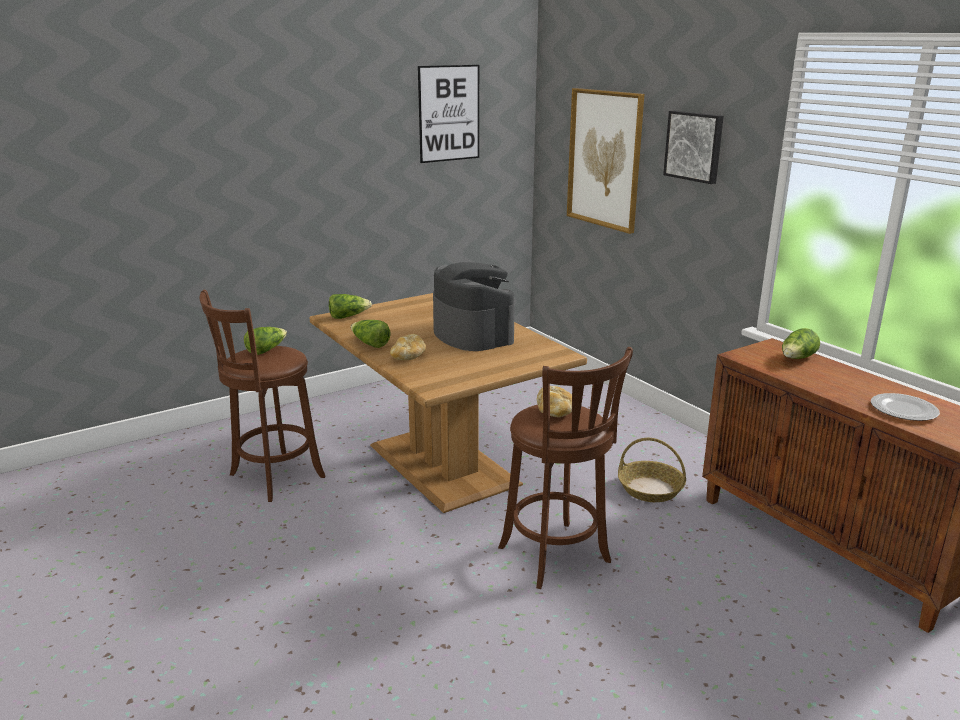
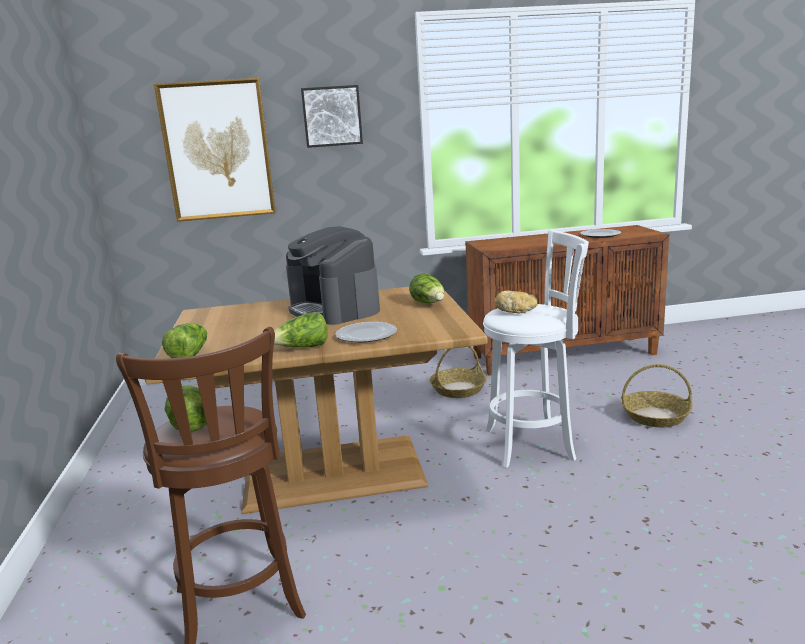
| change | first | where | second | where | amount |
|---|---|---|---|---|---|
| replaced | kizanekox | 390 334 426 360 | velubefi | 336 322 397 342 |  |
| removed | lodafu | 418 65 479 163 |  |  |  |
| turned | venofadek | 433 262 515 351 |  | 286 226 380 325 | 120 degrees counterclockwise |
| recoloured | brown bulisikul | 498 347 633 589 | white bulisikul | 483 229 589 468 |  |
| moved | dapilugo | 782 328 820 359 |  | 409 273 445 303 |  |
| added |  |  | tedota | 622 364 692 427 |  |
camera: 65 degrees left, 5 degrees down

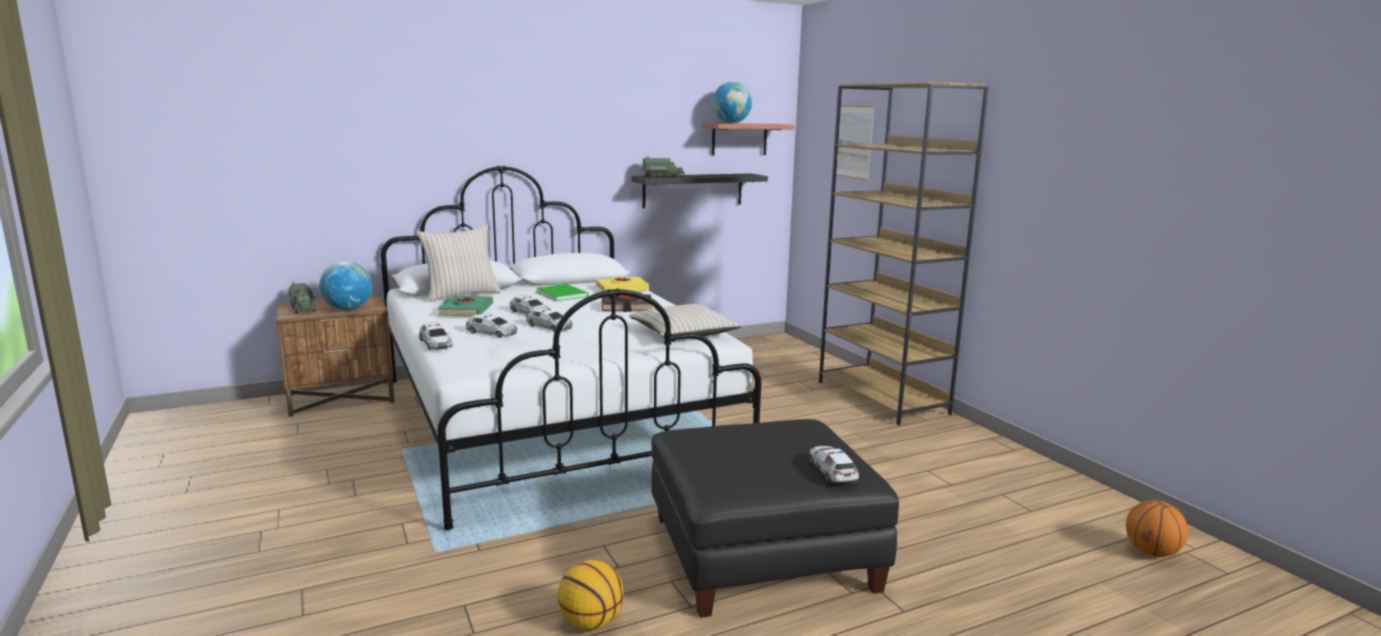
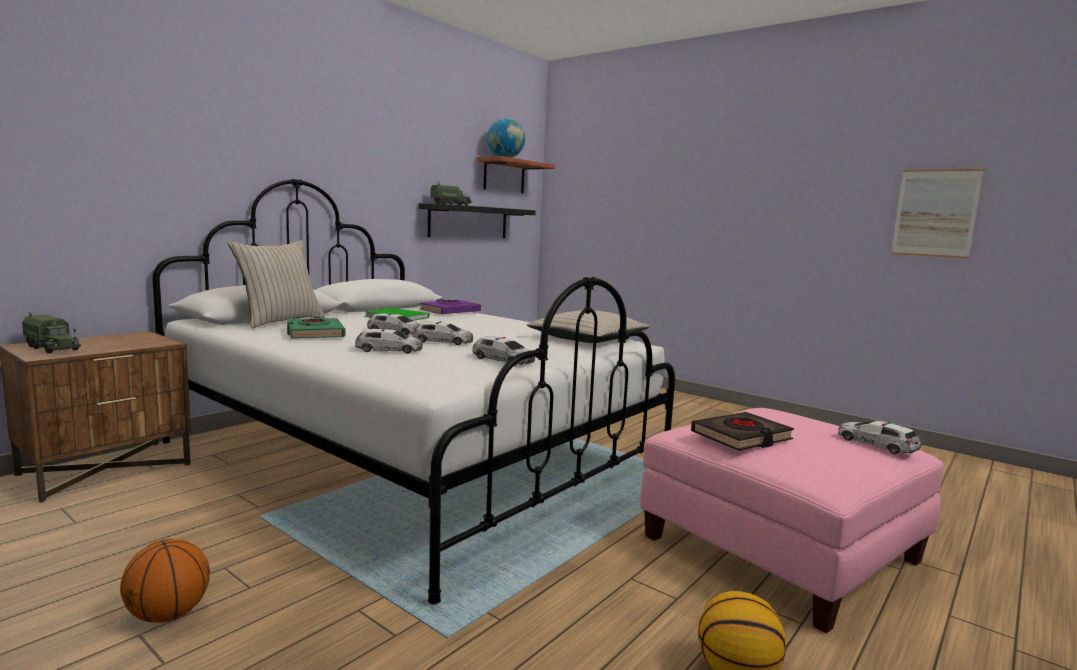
| change | first | where | second | where | amount |
|---|---|---|---|---|---|
| removed | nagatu | 319 261 372 310 |  |  |  |
| moved | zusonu | 419 322 453 350 |  | 472 336 535 365 |  |
| recoloured | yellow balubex | 596 276 649 292 | purple balubex | 420 299 481 314 |  |
| moved | black balubex | 602 295 652 312 |  | 691 412 794 451 |  |
| recoloured | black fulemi | 651 419 899 618 | pink fulemi | 640 408 944 634 |  |
| removed | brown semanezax | 819 82 989 425 |  |  |  |
| moved | lodafu | 836 105 875 180 |  | 891 169 984 259 |  |
| moved | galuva | 1126 500 1188 557 |  | 120 539 210 623 |  |
camera: 25 degrees left, 5 degrees down

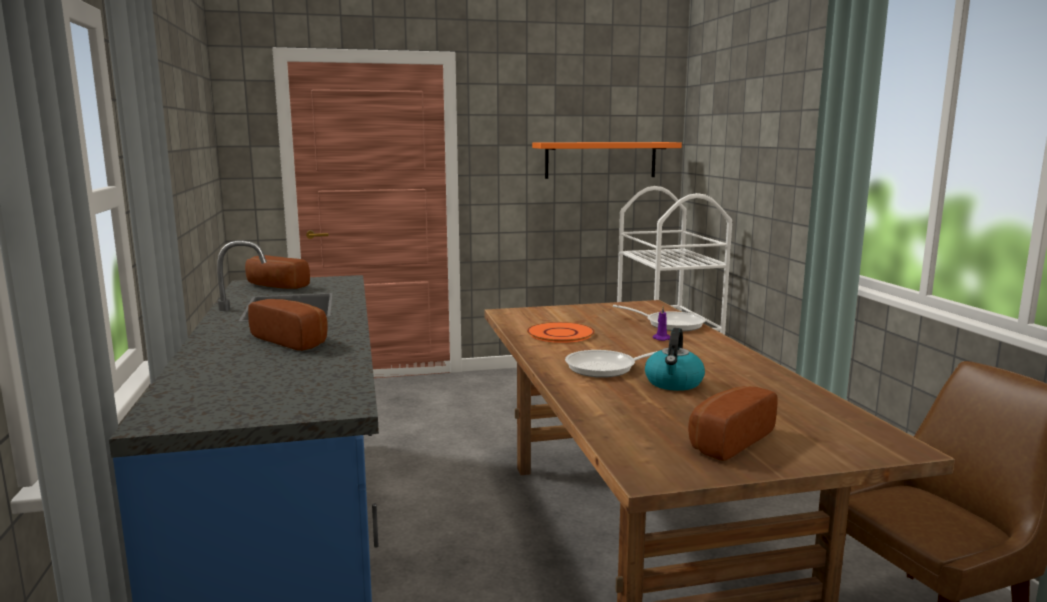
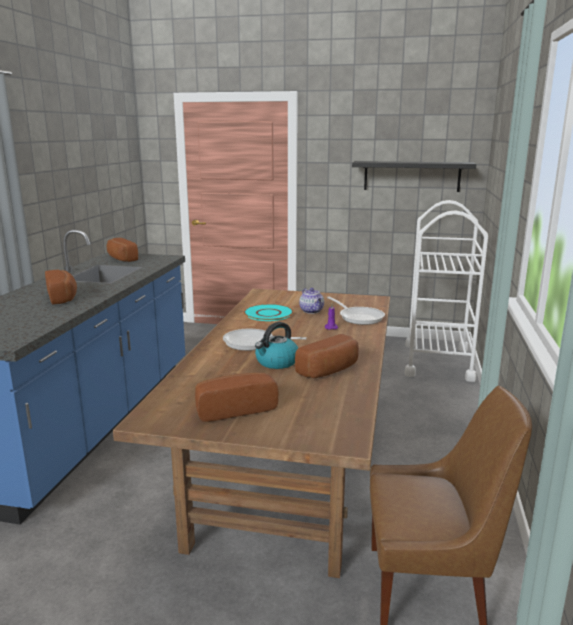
| change | first | where | second | where | amount |
|---|---|---|---|---|---|
| recoloured | orange velubefi | 527 322 595 343 | turquoise velubefi | 244 304 294 321 |  |
| recoloured | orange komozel | 532 142 682 179 | black komozel | 352 161 476 192 |  |
| added |  |  | kizanekox | 295 334 359 378 |  |
| added |  |  | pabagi | 299 288 324 314 |  |
camera: 25 degrees right, 5 degrees up

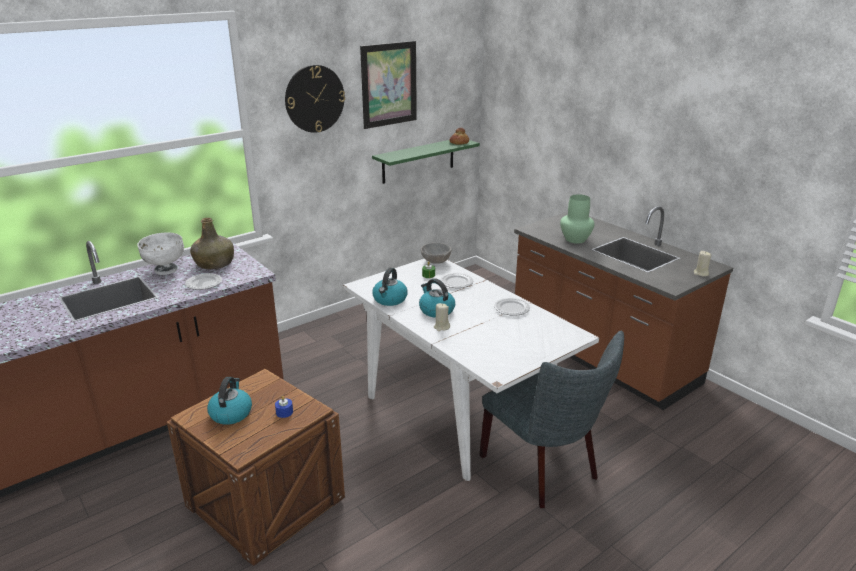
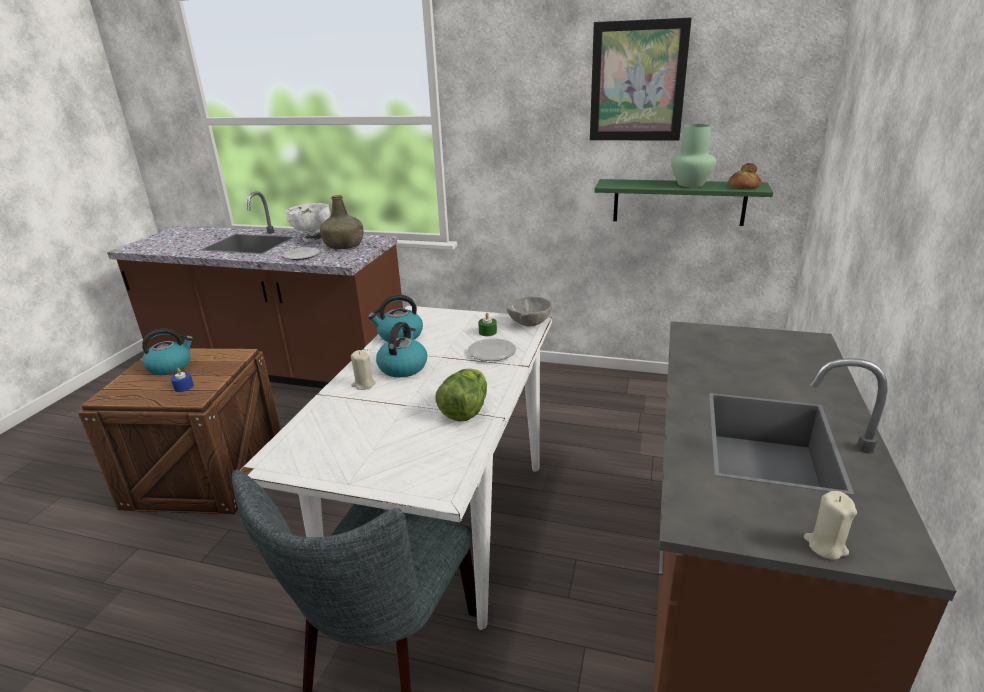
| change | first | where | second | where | amount |
|---|---|---|---|---|---|
| removed | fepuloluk | 285 65 345 133 |  |  |  |
| replaced | velubefi | 494 298 530 316 | dapilugo | 435 368 487 422 |  |
| moved | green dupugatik | 560 194 595 244 |  | 671 124 716 187 |  |
camera: 55 degrees right, 0 degrees up

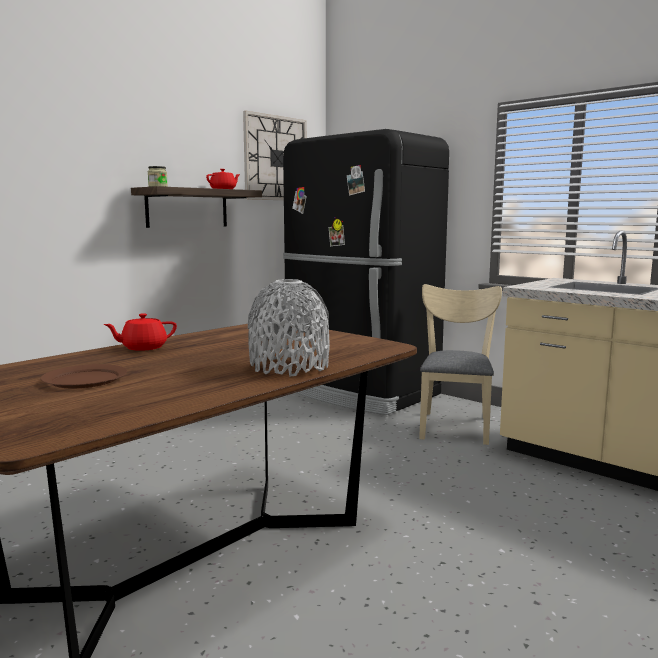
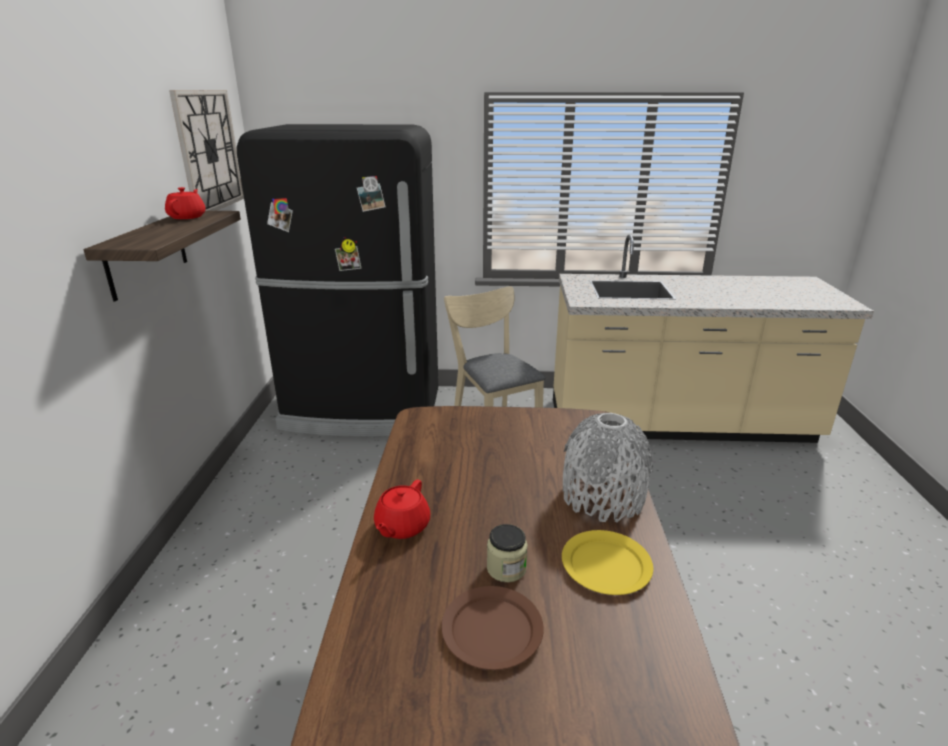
| change | first | where | second | where | amount |
|---|---|---|---|---|---|
| moved | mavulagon | 148 166 168 187 |  | 487 524 527 582 |  |
| added |  |  | yellow velubefi | 562 530 653 595 |  |
camera: 40 degrees left, 15 degrees up

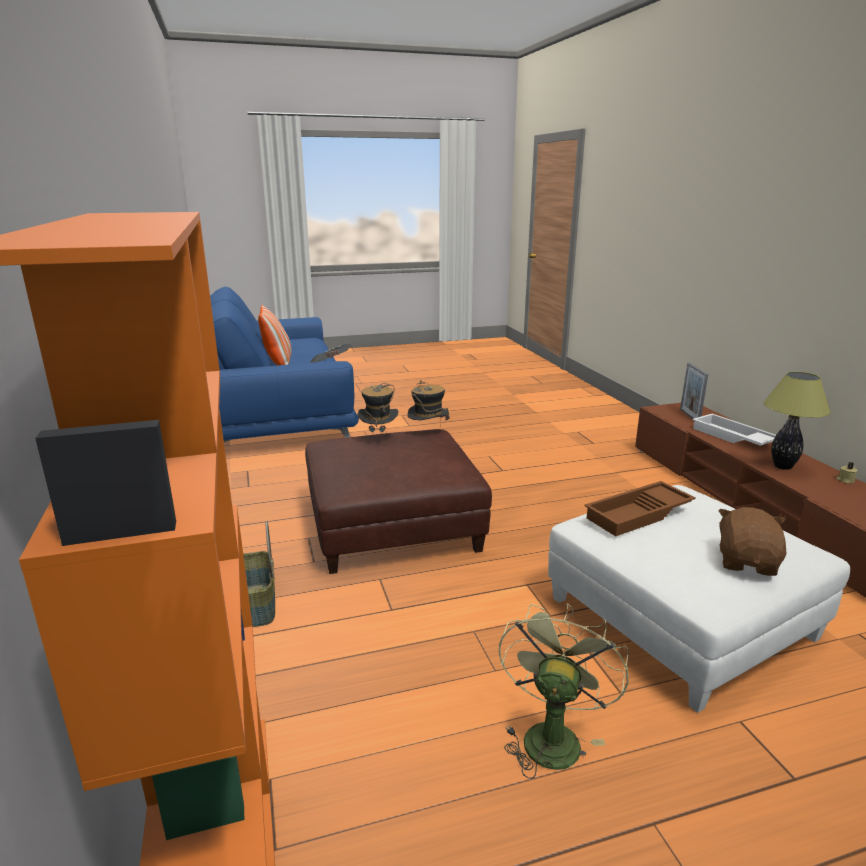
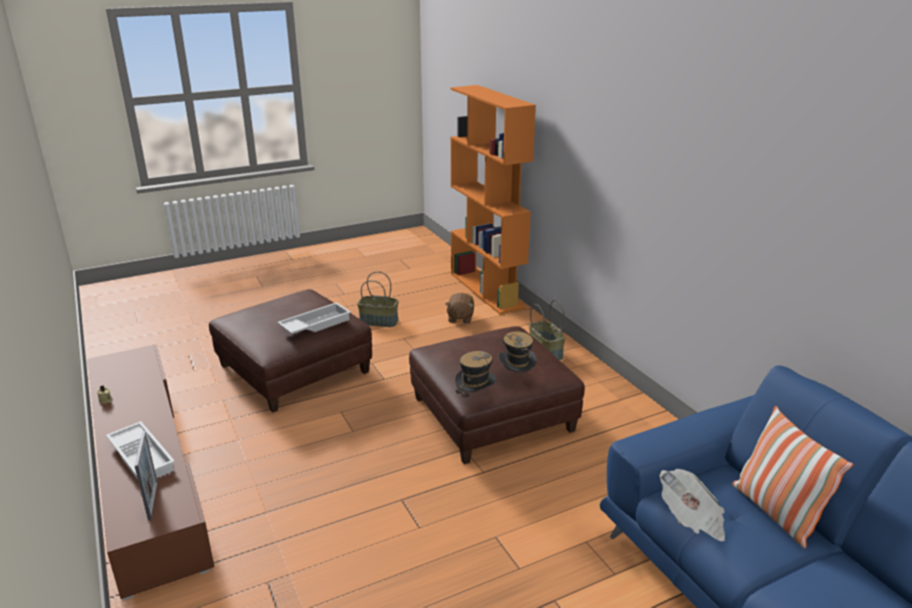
| change | first | where | second | where | amount |
|---|---|---|---|---|---|
| replaced | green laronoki | 499 603 629 779 | tedota | 357 271 398 327 |  |
| recoloured | white fulemi | 548 485 850 713 | brown fulemi | 209 289 372 412 |  |
| recoloured | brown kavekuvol | 584 481 696 536 | white kavekuvol | 277 302 351 334 |  |
| moved | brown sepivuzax | 718 507 787 576 |  | 445 293 474 324 |  |
| removed | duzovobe | 763 372 831 470 |  |  |  |
camera: 170 degrees right, 5 degrees up

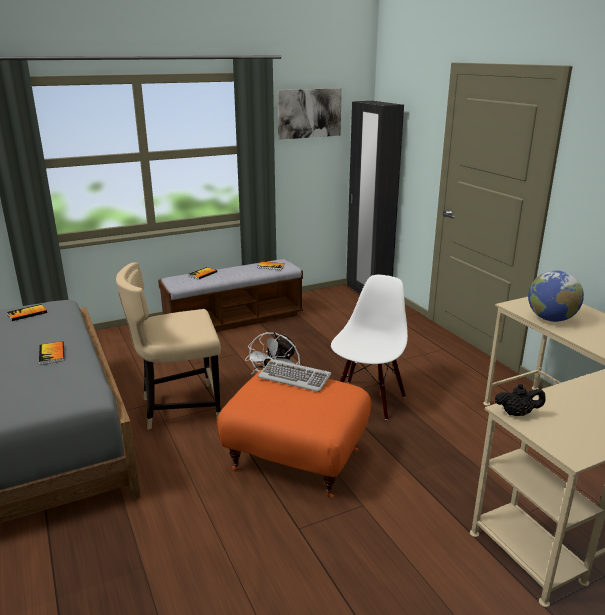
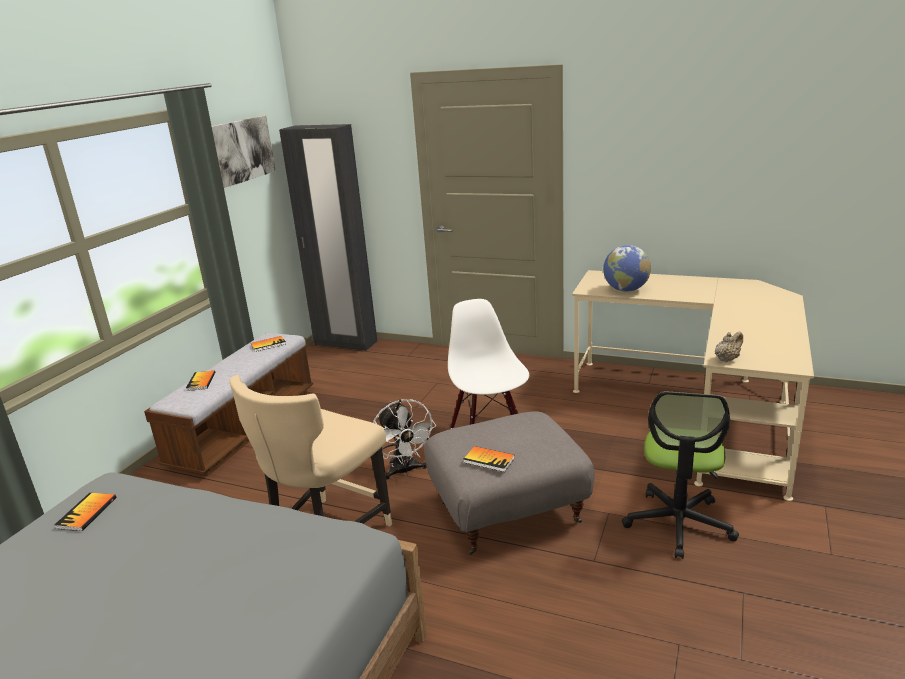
| change | first | where | second | where | amount |
|---|---|---|---|---|---|
| moved | balubex | 39 341 64 365 |  | 463 446 515 472 |  |
| recoloured | orange fulemi | 217 370 371 498 | grey fulemi | 424 411 595 555 |  |
| removed | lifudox | 258 359 331 392 |  |  |  |
| recoloured | black pabagi | 495 384 546 416 | beige pabagi | 715 331 743 362 |  |
| added |  |  | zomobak | 622 392 739 559 |  |
camera: 40 degrees left, 0 degrees up

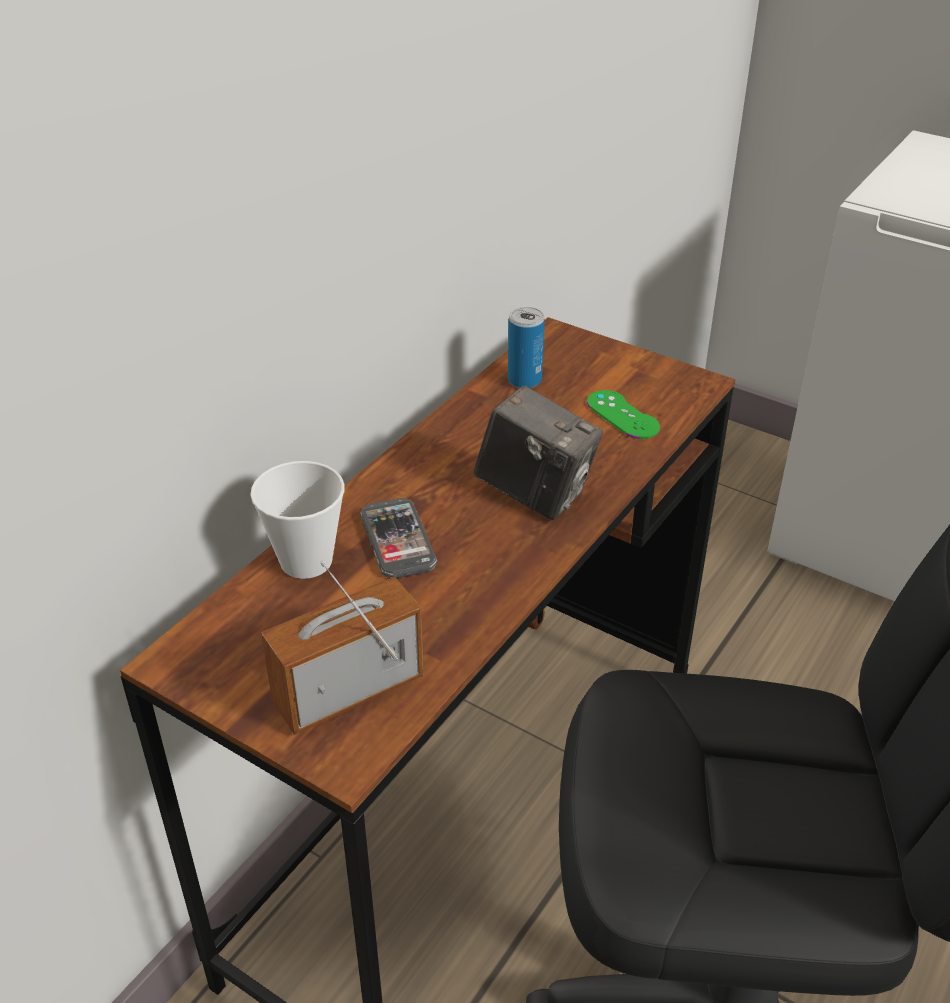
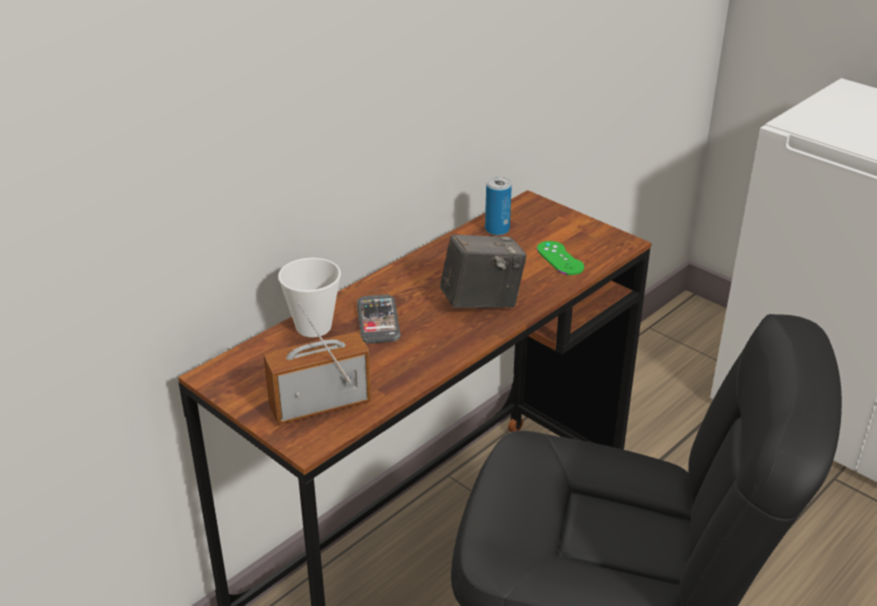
| change | first | where | second | where | amount |
|---|---|---|---|---|---|
| turned | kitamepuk | 474 385 603 520 |  | 440 234 527 308 | 60 degrees counterclockwise |
camera: 10 degrees right, 5 degrees down

